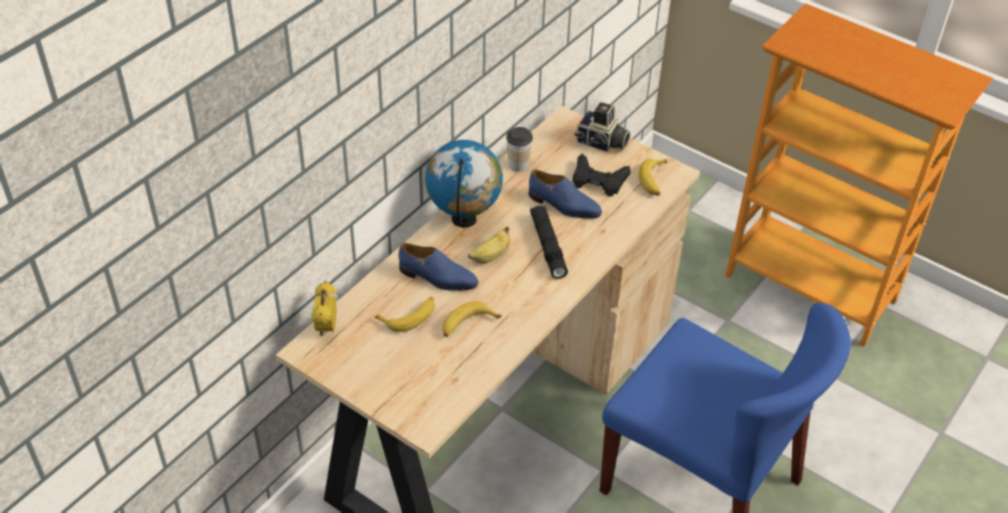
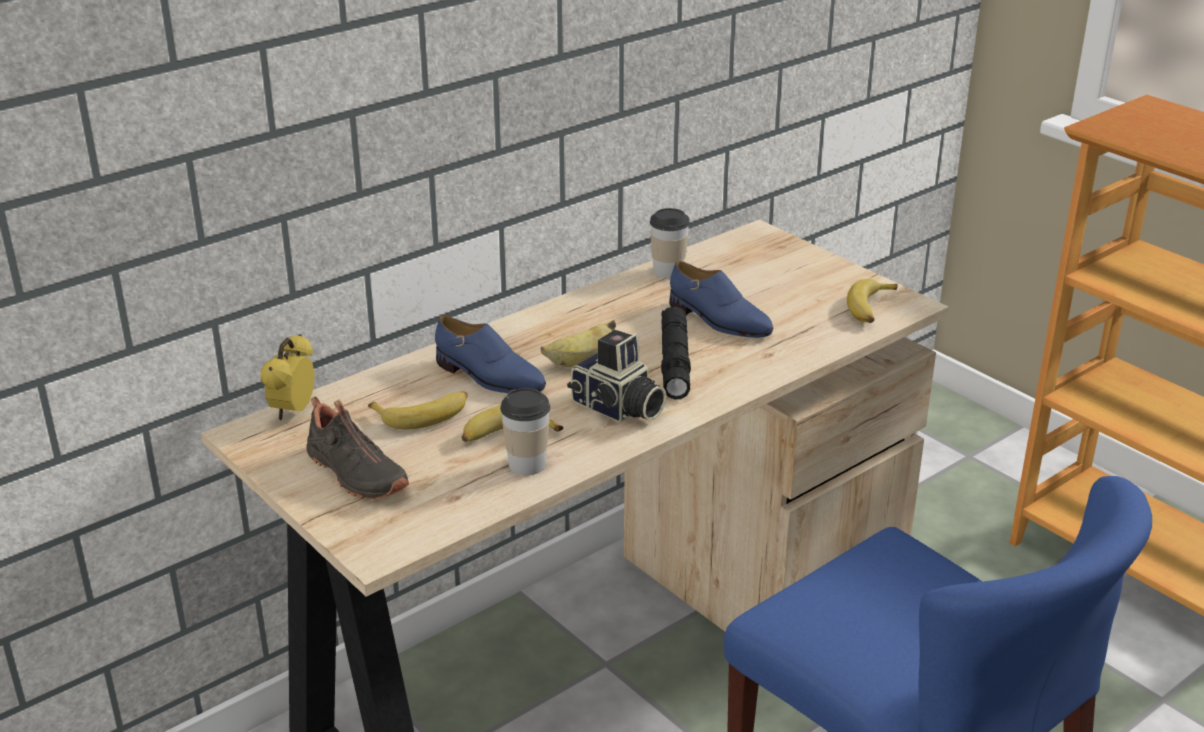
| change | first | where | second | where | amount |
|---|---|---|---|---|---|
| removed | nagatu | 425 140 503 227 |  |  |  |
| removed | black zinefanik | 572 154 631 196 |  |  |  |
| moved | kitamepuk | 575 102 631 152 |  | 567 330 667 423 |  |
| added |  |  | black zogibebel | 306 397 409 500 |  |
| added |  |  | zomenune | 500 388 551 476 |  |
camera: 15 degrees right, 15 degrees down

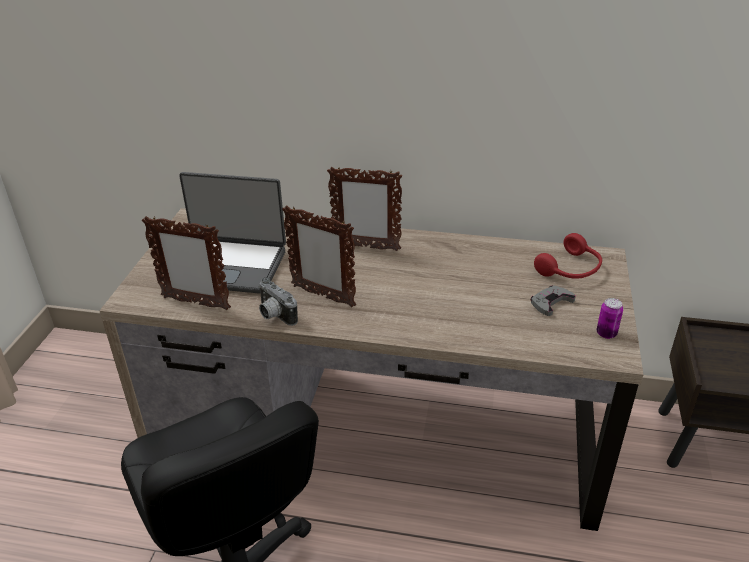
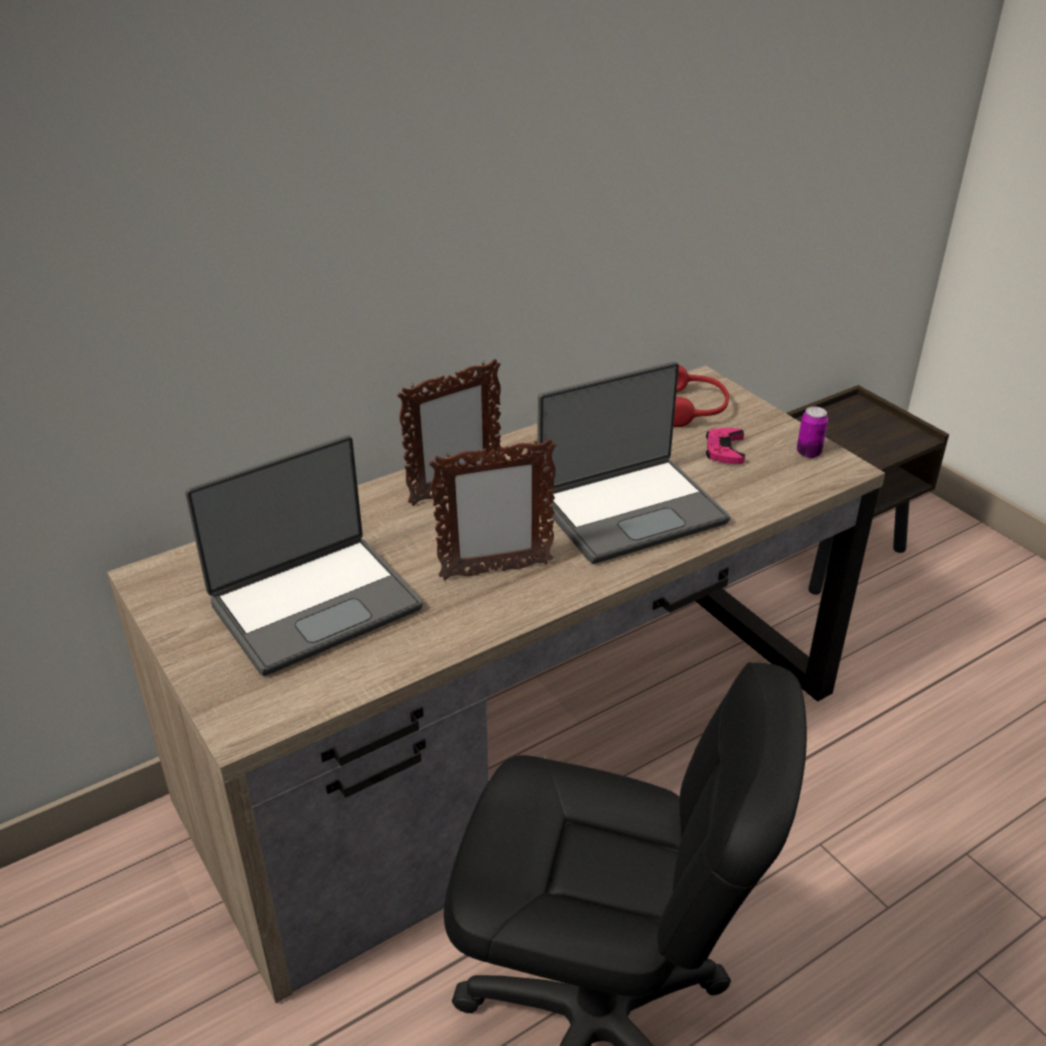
| change | first | where | second | where | amount |
|---|---|---|---|---|---|
| removed | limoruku | 142 216 231 310 |  |  |  |
| removed | kitamepuk | 259 277 298 326 |  |  |  |
| recoloured | grey zinefanik | 530 286 576 316 | pink zinefanik | 706 428 745 464 |  |
| added |  |  | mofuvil | 537 361 730 564 |  |
camera: 45 degrees left, 0 degrees up

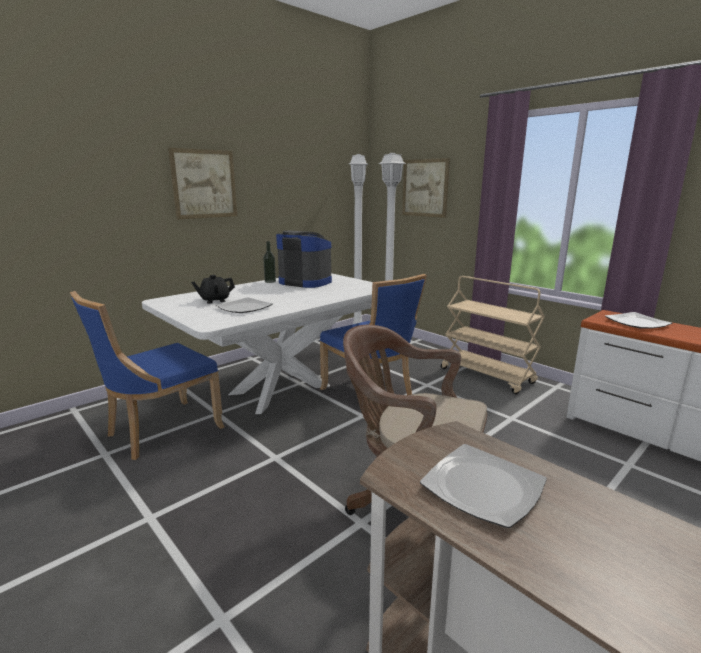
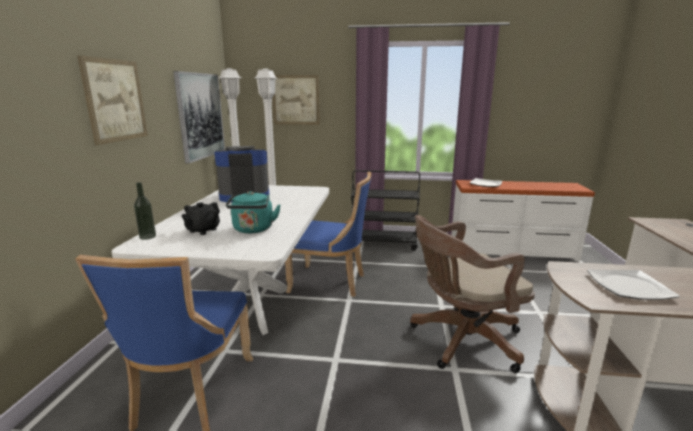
| change | first | where | second | where | amount |
|---|---|---|---|---|---|
| replaced | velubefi | 215 297 273 313 | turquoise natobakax | 226 191 281 233 |  |
| moved | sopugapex | 263 241 276 283 |  | 134 182 156 240 |  |
| recoloured | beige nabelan | 441 276 545 394 | black nabelan | 351 170 420 251 |  |
| added |  |  | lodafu | 173 71 225 163 |  |
camera: 40 degrees left, 0 degrees up

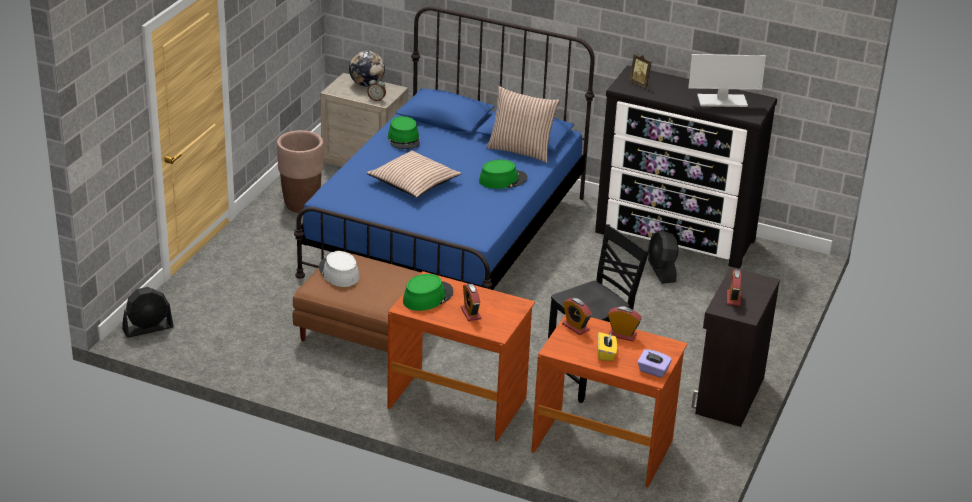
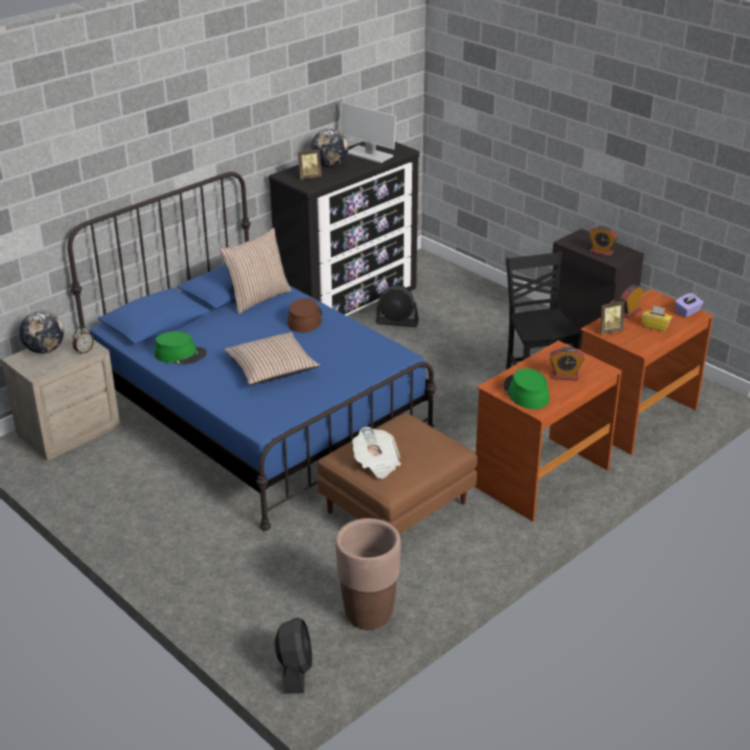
| change | first | where | second | where | amount |
|---|---|---|---|---|---|
| moved | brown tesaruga | 277 130 324 213 |  | 336 518 401 630 |  |
| replaced | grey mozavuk | 319 251 360 287 | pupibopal | 352 427 401 479 |  |
| recoloured | green mozavuk | 479 160 527 189 | brown mozavuk | 287 298 323 333 |  |
| replaced | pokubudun | 562 298 592 335 | limoruku | 598 300 625 334 |  |
| turned | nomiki | 688 54 766 107 |  | 339 102 396 163 | 105 degrees clockwise |
| added |  |  | nagatu | 311 129 348 167 |  |
camera: 65 degrees left, 0 degrees up

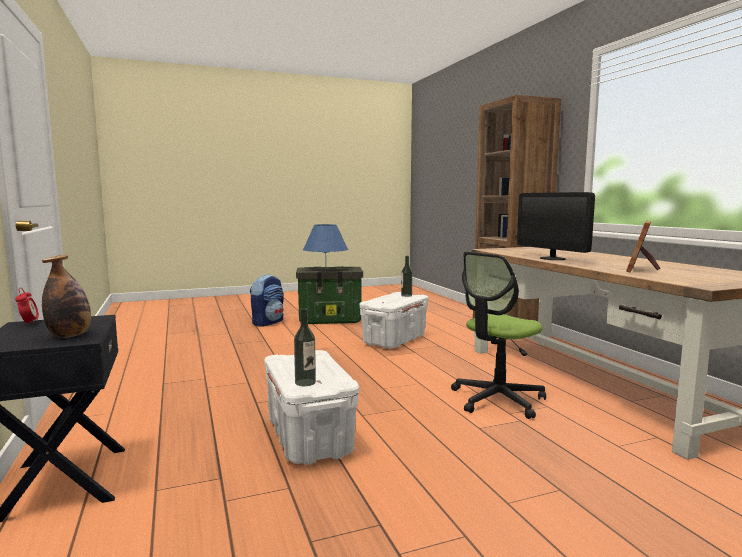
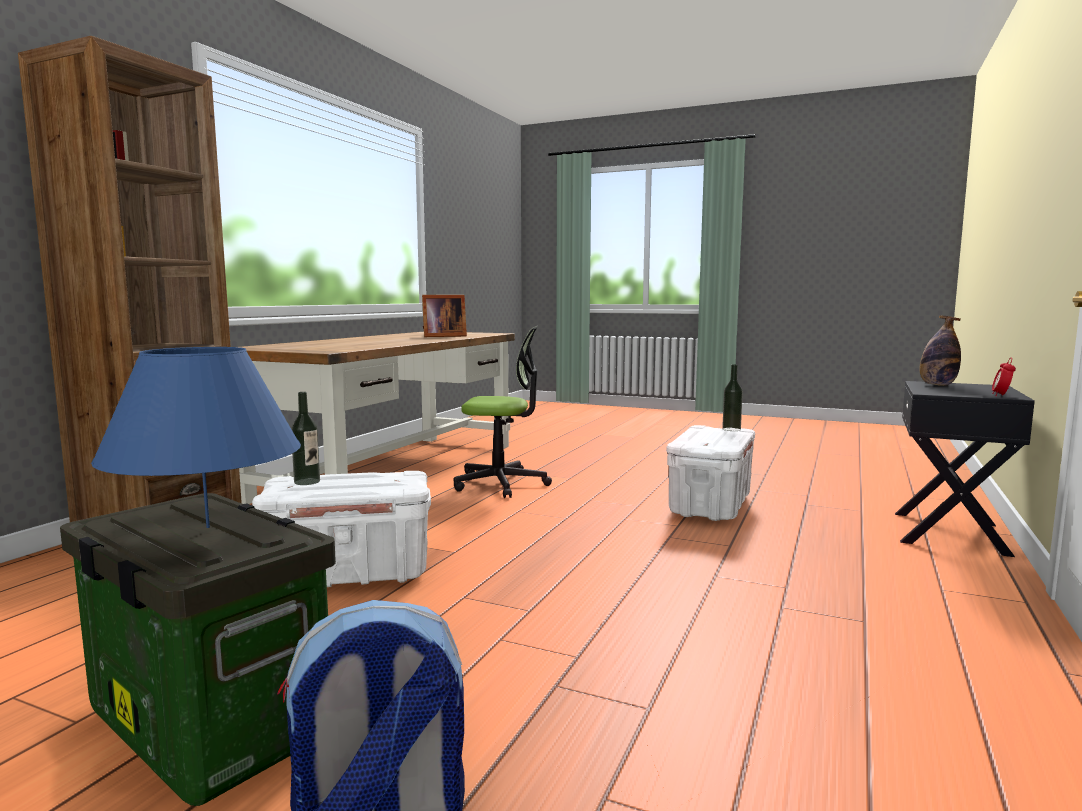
| change | first | where | second | where | amount |
|---|---|---|---|---|---|
| removed | nomiki | 517 192 595 260 |  |  |  |
camera: 135 degrees left, 0 degrees up

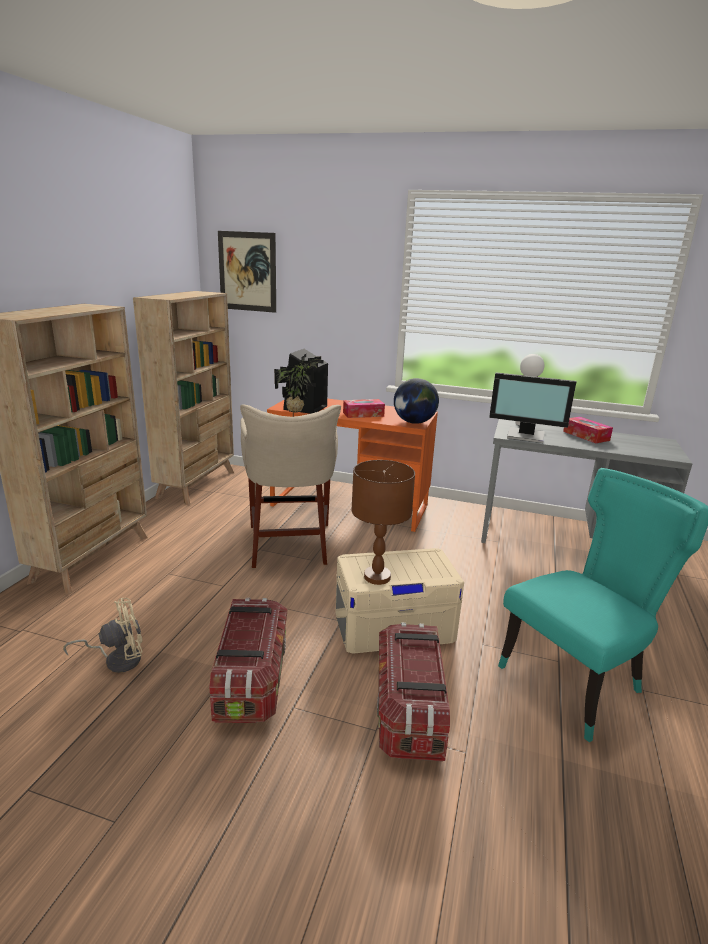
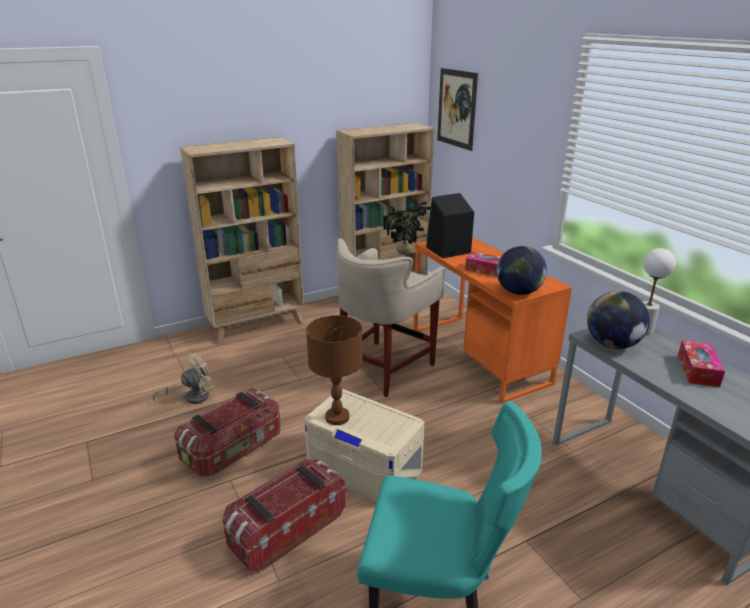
| change | first | where | second | where | amount |
|---|---|---|---|---|---|
| turned | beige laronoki | 63 598 143 673 |  | 153 353 215 404 | 60 degrees counterclockwise |
| replaced | nomiki | 489 373 576 443 | nagatu | 587 291 650 349 |  |
camera: 45 degrees right, 5 degrees up

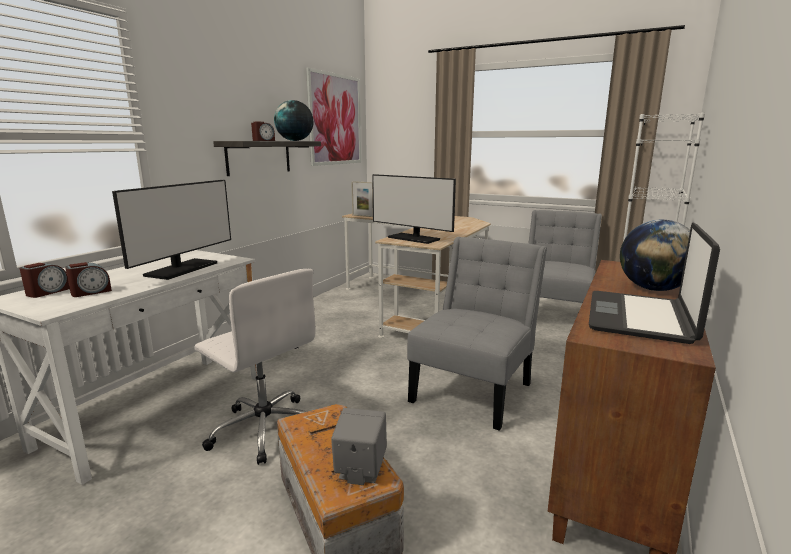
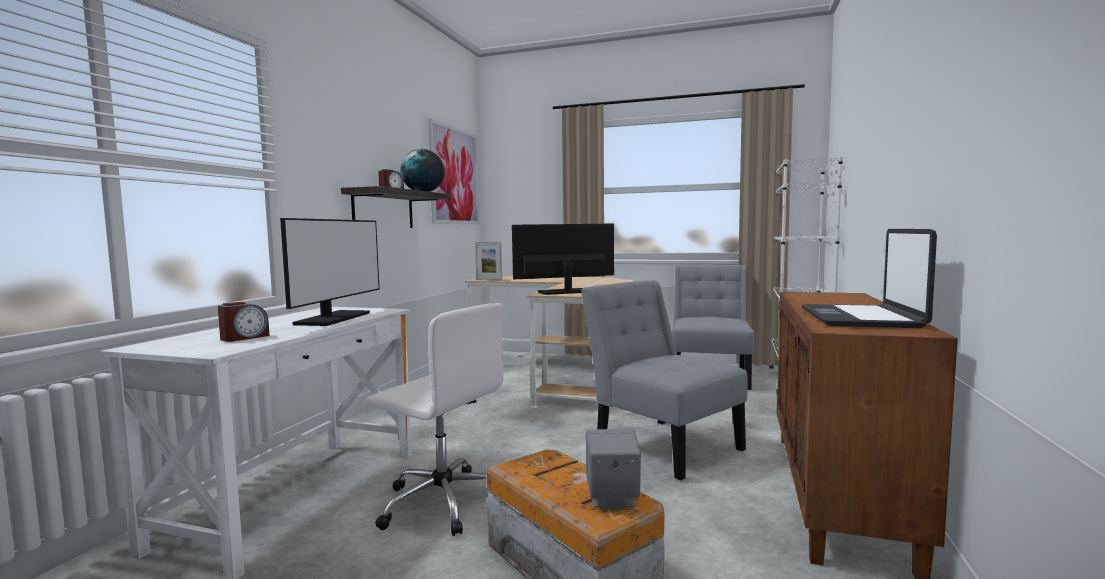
| change | first | where | second | where | amount |
|---|---|---|---|---|---|
| removed | pokubudun | 19 263 70 298 |  |  |  |
| turned | nomiki | 372 174 456 244 |  | 512 224 614 295 | 135 degrees clockwise |
| turned | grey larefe | 407 237 547 431 |  | 581 280 748 480 | 60 degrees counterclockwise |
| removed | nagatu | 620 220 690 291 |  |  |  |
camera: 10 degrees left, 10 degrees down

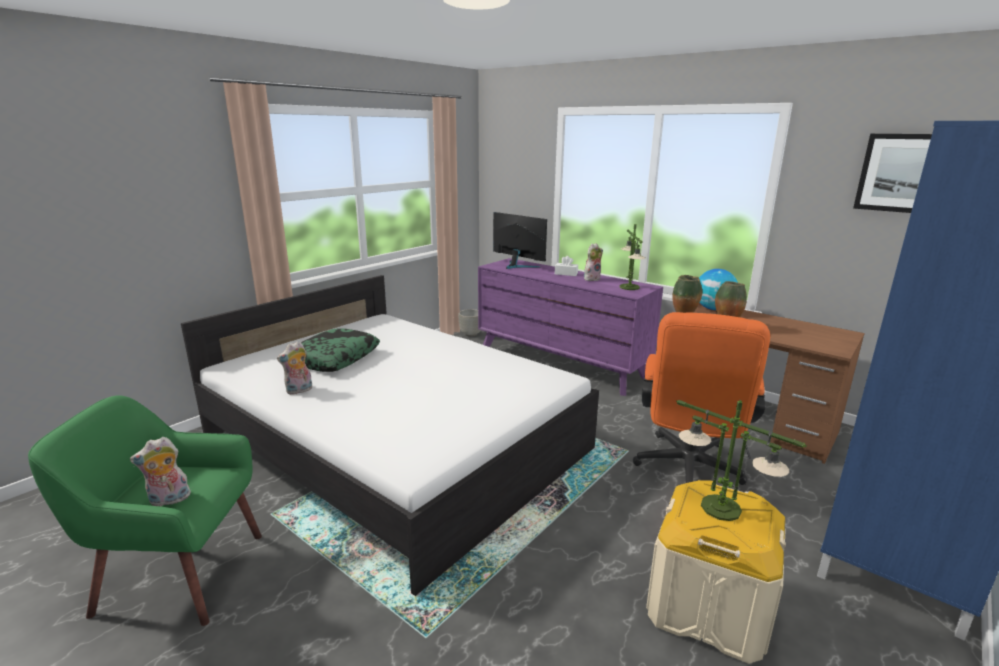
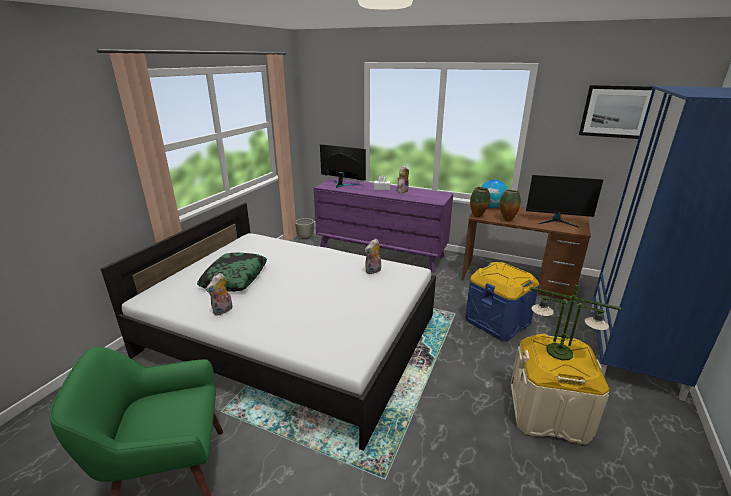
| change | first | where | second | where | amount |
|---|---|---|---|---|---|
| moved | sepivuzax | 130 437 191 507 |  | 364 239 381 274 |  |
| removed | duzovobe | 619 223 645 290 |  |  |  |
| replaced | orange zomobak | 633 312 770 485 | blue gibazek | 465 262 539 341 |  |
| added |  |  | nomiki | 526 175 603 228 |  |
camera: 15 degrees left, 5 degrees up

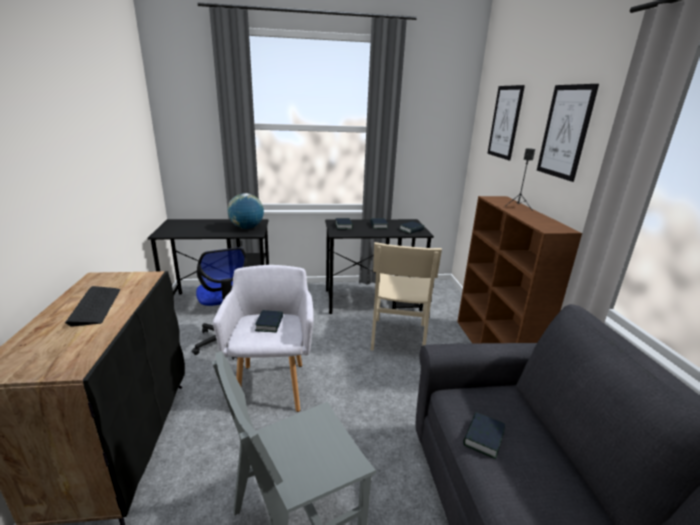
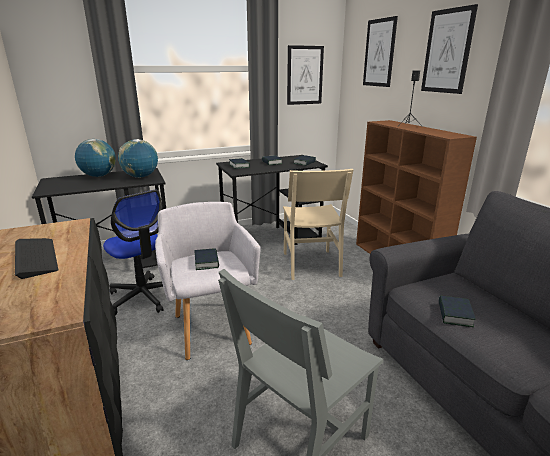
| change | first | where | second | where | amount |
|---|---|---|---|---|---|
| added |  |  | nagatu | 75 139 116 177 |  |
| added |  |  | lodafu | 287 45 324 105 |  |
camera: 15 degrees left, 0 degrees up

